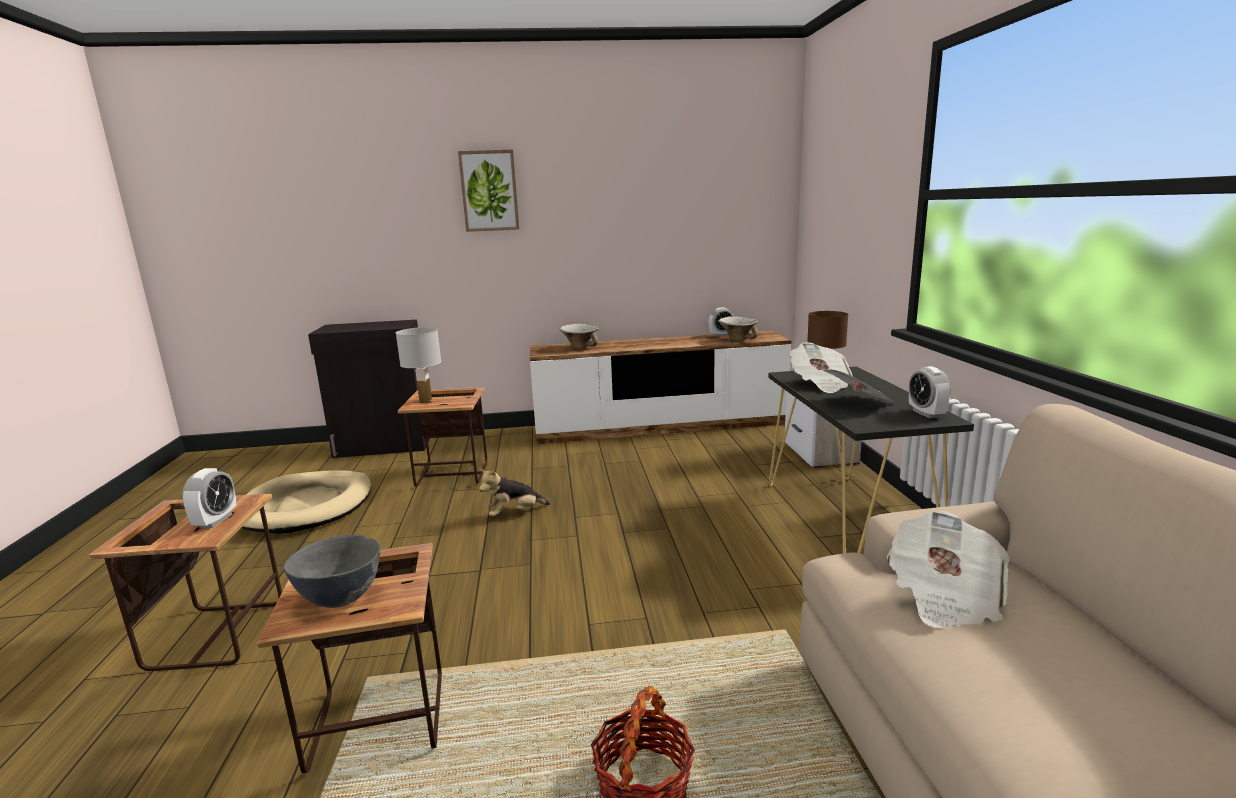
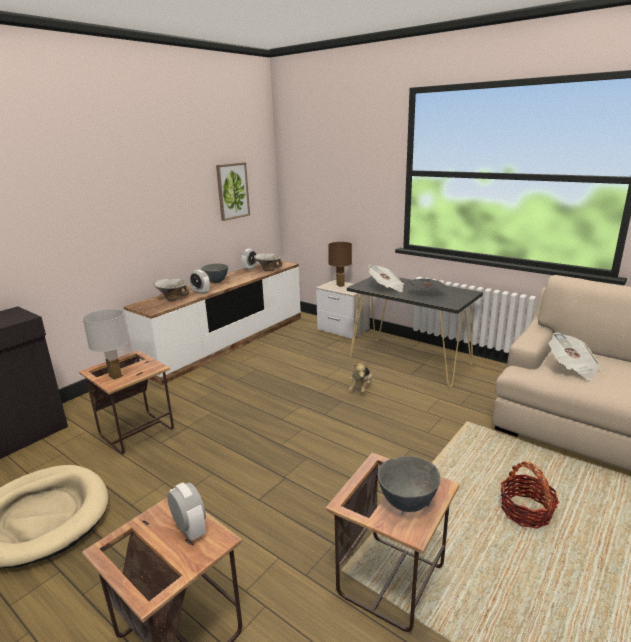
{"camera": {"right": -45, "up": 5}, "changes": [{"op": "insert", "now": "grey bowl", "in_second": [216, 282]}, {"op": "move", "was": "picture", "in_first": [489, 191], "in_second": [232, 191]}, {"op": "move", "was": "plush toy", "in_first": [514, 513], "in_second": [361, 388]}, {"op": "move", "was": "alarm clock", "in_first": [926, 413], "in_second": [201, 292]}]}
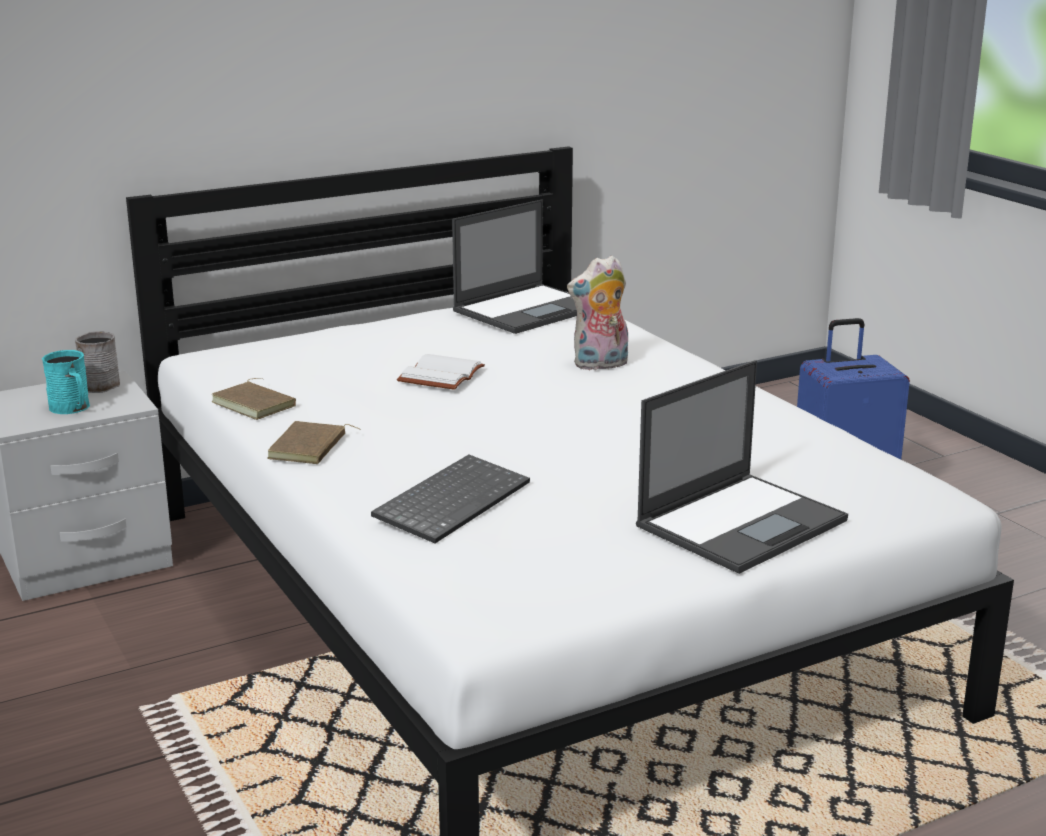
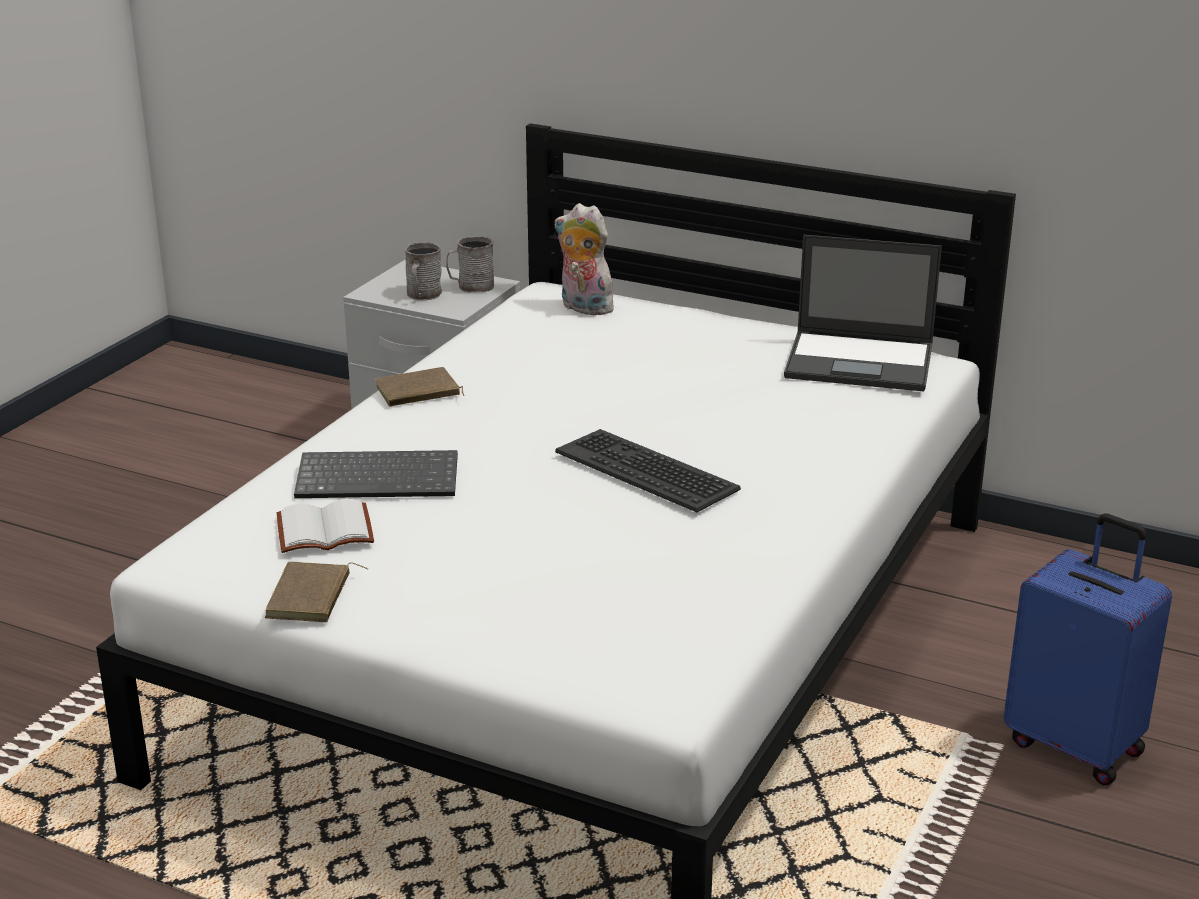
{"camera": {"right": 55, "up": 5}, "changes": [{"op": "delete", "was": "laptop", "in_first": [742, 522]}, {"op": "insert", "now": "keyboard", "in_second": [647, 471]}, {"op": "move", "was": "brown book", "in_first": [256, 404], "in_second": [311, 598]}, {"op": "move", "was": "white book", "in_first": [440, 374], "in_second": [326, 529]}, {"op": "move", "was": "plush toy", "in_first": [600, 365], "in_second": [583, 308]}, {"op": "recolor", "was": "turquoise mug", "now": "grey mug", "in_first": [72, 408], "in_second": [423, 295]}]}
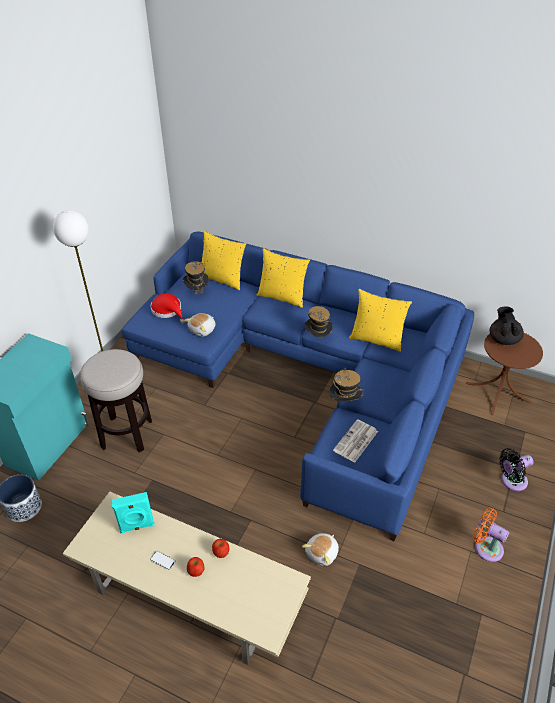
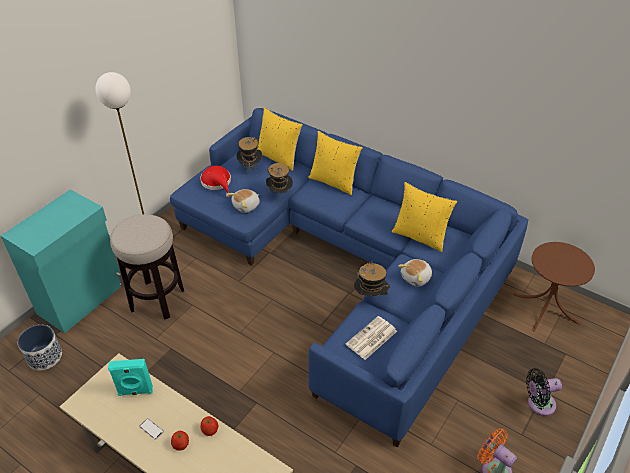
{"camera": {"right": 10, "up": 0}, "changes": [{"op": "delete", "was": "black teapot", "in_first": [503, 339]}, {"op": "move", "was": "plush toy", "in_first": [322, 553], "in_second": [416, 278]}, {"op": "move", "was": "hat", "in_first": [317, 338], "in_second": [279, 194]}]}
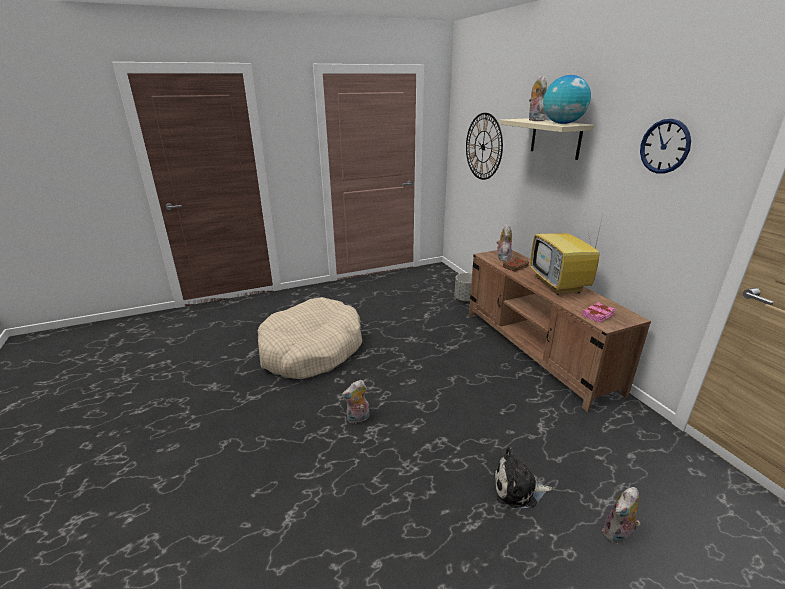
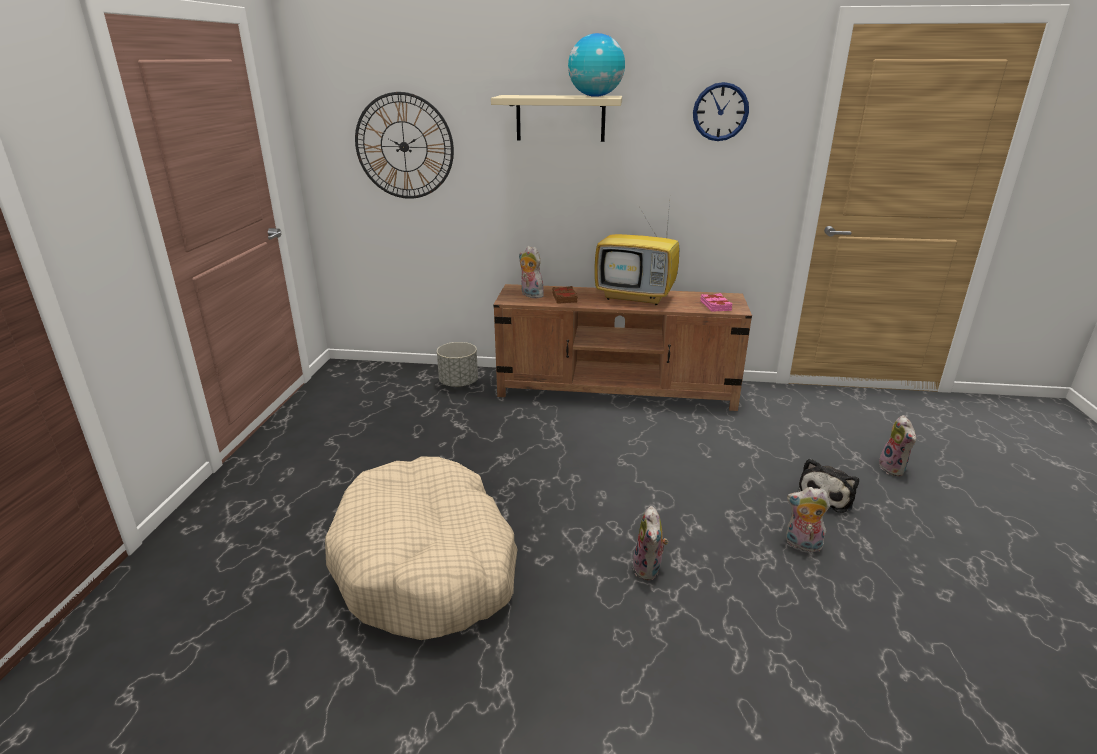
{"camera": {"right": -60, "up": 0}, "changes": [{"op": "move", "was": "plush toy", "in_first": [534, 120], "in_second": [802, 545]}]}
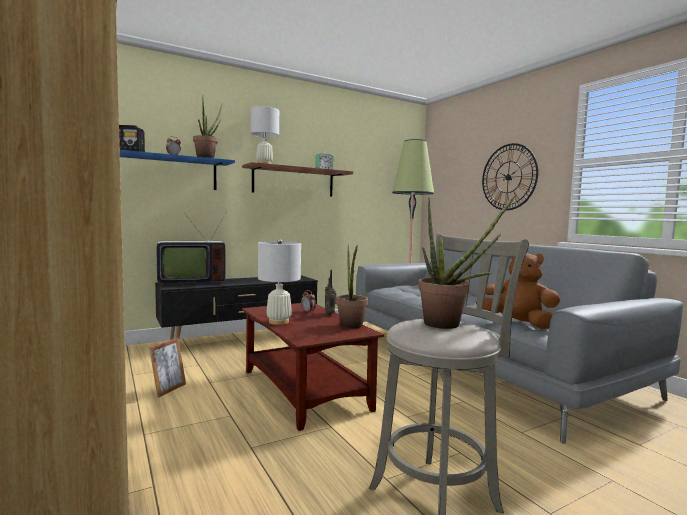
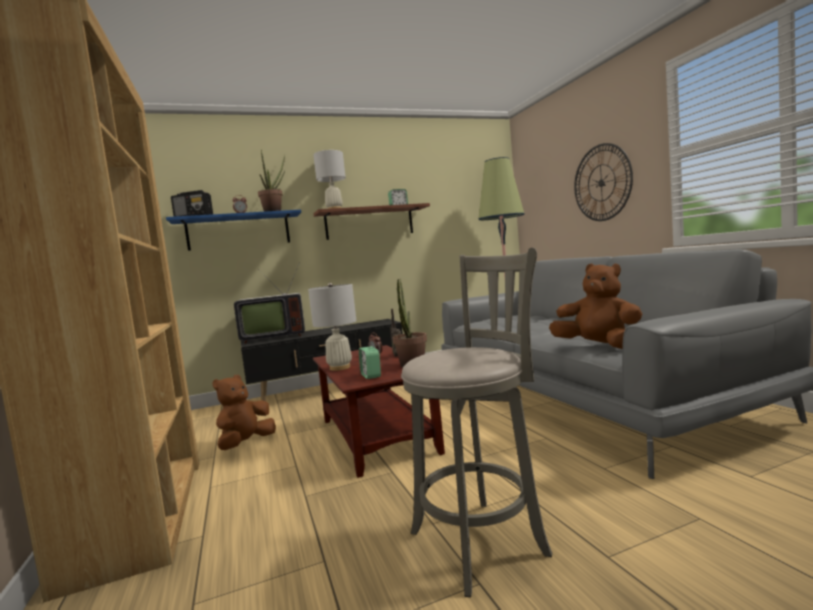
{"camera": {"right": 10, "up": 0}, "changes": [{"op": "delete", "was": "potted plant", "in_first": [450, 325]}, {"op": "insert", "now": "alarm clock", "in_second": [371, 375]}, {"op": "replace", "was": "picture frame", "now": "brown plush toy", "in_first": [168, 389], "in_second": [246, 443]}]}
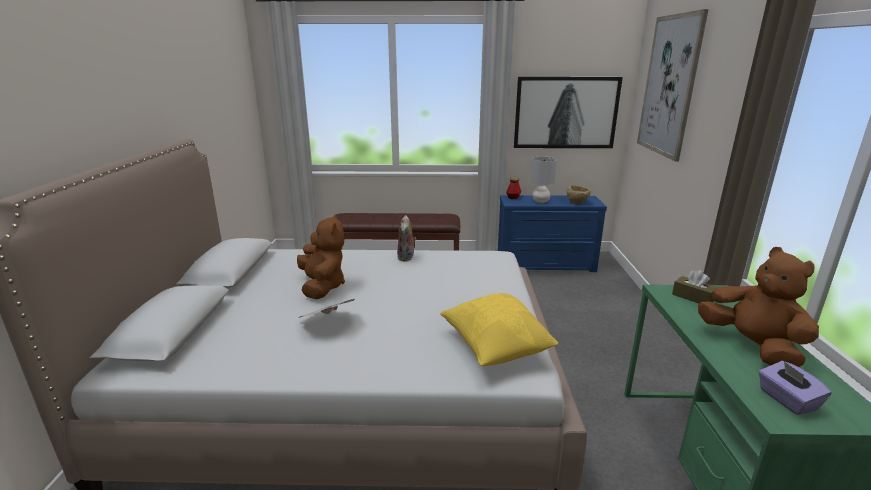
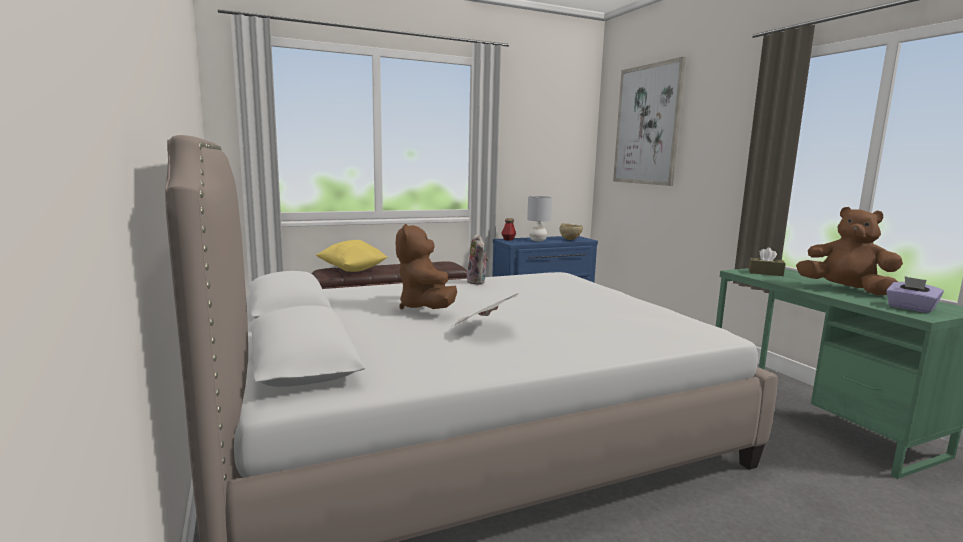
{"camera": {"right": -25, "up": -10}, "changes": [{"op": "delete", "was": "picture", "in_first": [566, 113]}, {"op": "move", "was": "yellow pillow", "in_first": [495, 348], "in_second": [352, 270]}, {"op": "rotate", "was": "brown plush toy", "in_first": [322, 286], "in_second": [426, 308], "clockwise": -150}]}
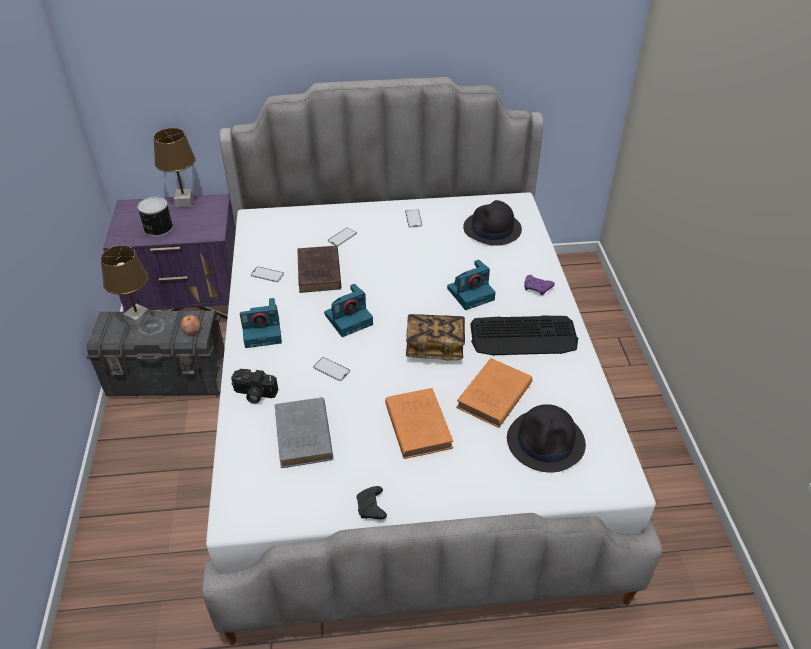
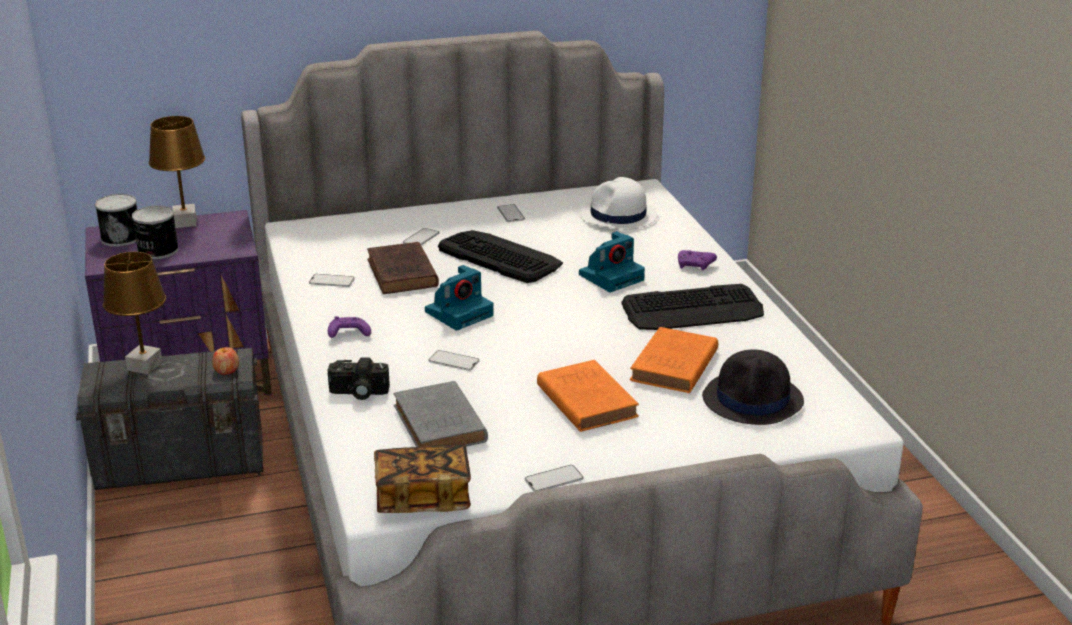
{"camera": {"right": -10, "up": -15}, "changes": [{"op": "insert", "now": "can", "in_second": [121, 237]}, {"op": "insert", "now": "keyboard", "in_second": [499, 257]}, {"op": "move", "was": "book", "in_first": [435, 347], "in_second": [423, 498]}, {"op": "replace", "was": "photo camera", "now": "purple game controller", "in_first": [263, 331], "in_second": [348, 334]}, {"op": "replace", "was": "black game controller", "now": "phone", "in_first": [372, 508], "in_second": [554, 479]}, {"op": "recolor", "was": "black hat", "now": "white hat", "in_first": [492, 229], "in_second": [618, 216]}]}
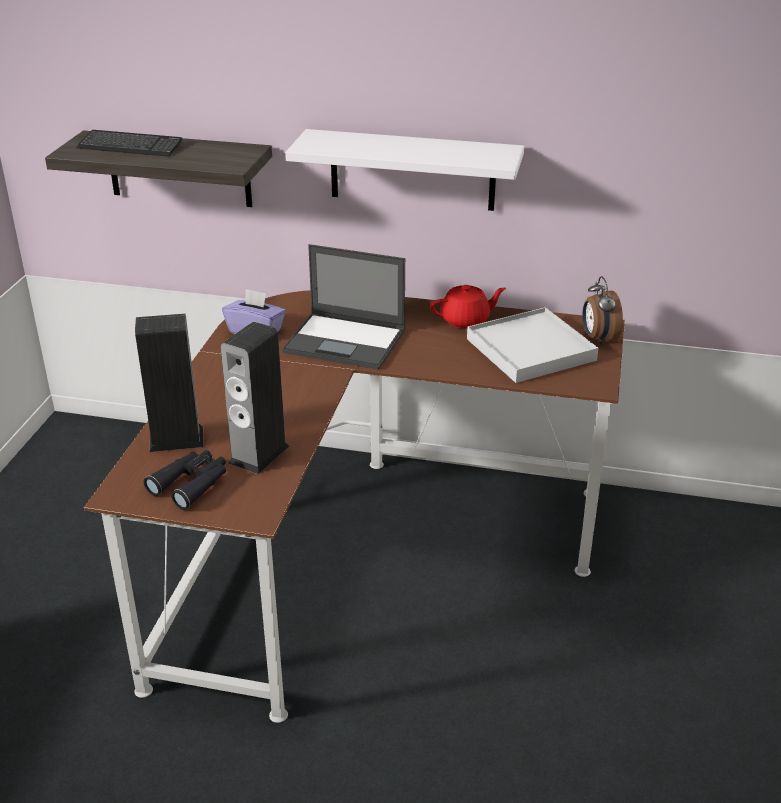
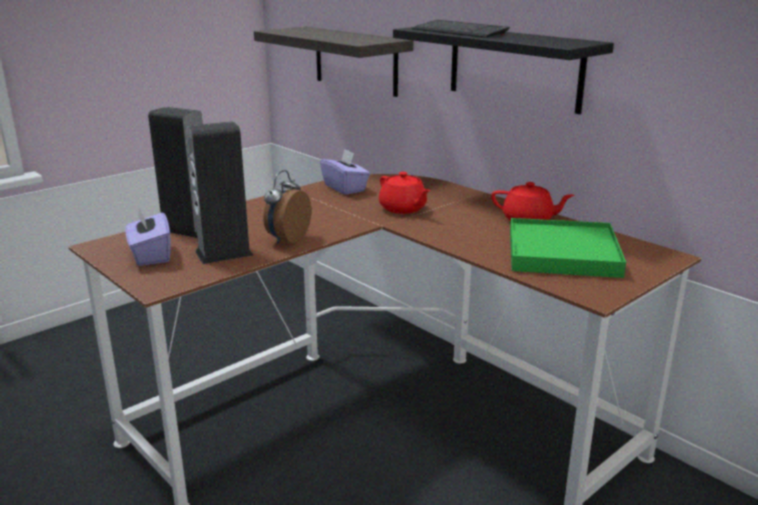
{"camera": {"right": 35, "up": -10}, "changes": [{"op": "move", "was": "keyboard", "in_first": [130, 146], "in_second": [459, 32]}, {"op": "move", "was": "alarm clock", "in_first": [598, 338], "in_second": [286, 239]}, {"op": "replace", "was": "black binoculars", "now": "purple tissue box", "in_first": [192, 484], "in_second": [150, 255]}, {"op": "replace", "was": "laptop", "now": "red teapot", "in_first": [346, 341], "in_second": [403, 209]}, {"op": "recolor", "was": "white shelf", "now": "black shelf", "in_first": [412, 170], "in_second": [514, 67]}, {"op": "recolor", "was": "white tray", "now": "green tray", "in_first": [530, 350], "in_second": [562, 253]}]}
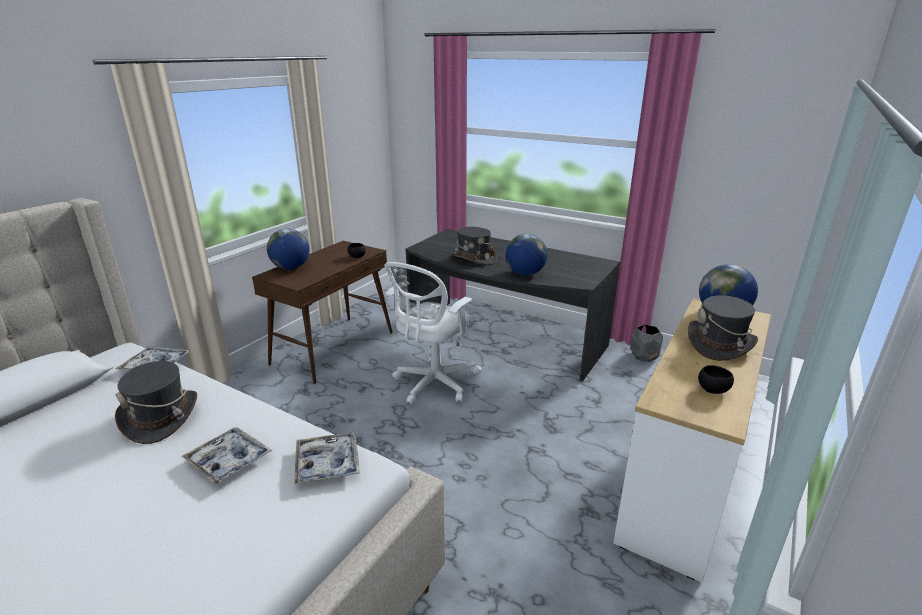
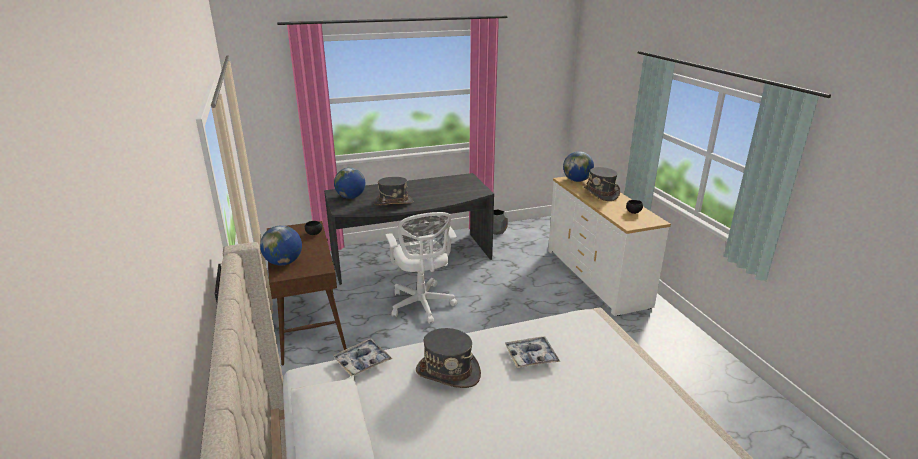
{"camera": {"right": -50, "up": 0}, "changes": [{"op": "delete", "was": "tray", "in_first": [327, 463]}, {"op": "move", "was": "globe", "in_first": [525, 273], "in_second": [351, 197]}]}
